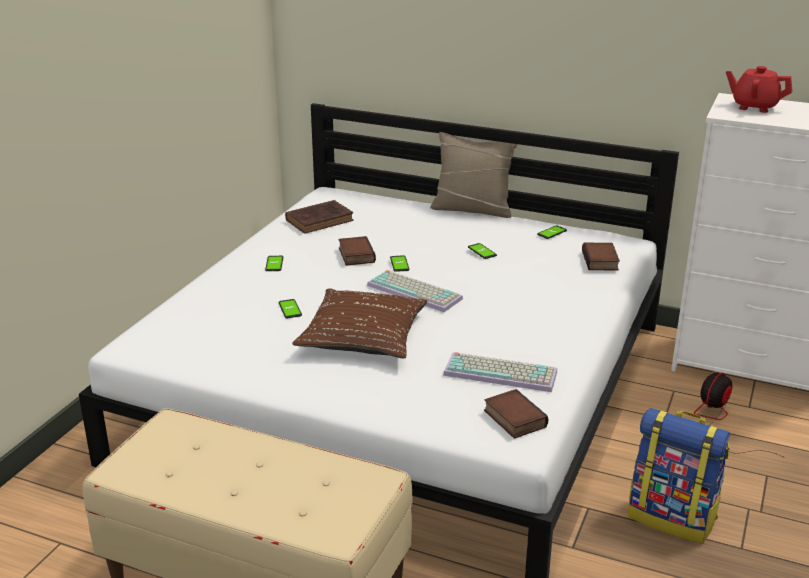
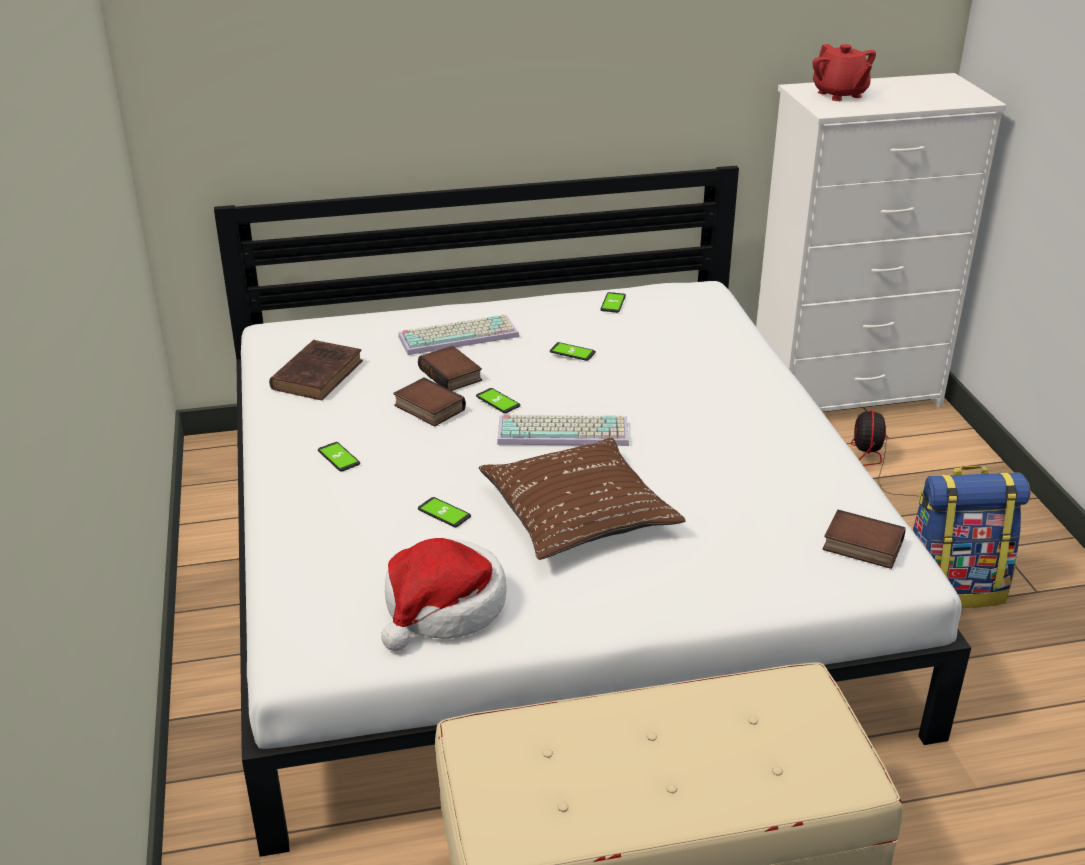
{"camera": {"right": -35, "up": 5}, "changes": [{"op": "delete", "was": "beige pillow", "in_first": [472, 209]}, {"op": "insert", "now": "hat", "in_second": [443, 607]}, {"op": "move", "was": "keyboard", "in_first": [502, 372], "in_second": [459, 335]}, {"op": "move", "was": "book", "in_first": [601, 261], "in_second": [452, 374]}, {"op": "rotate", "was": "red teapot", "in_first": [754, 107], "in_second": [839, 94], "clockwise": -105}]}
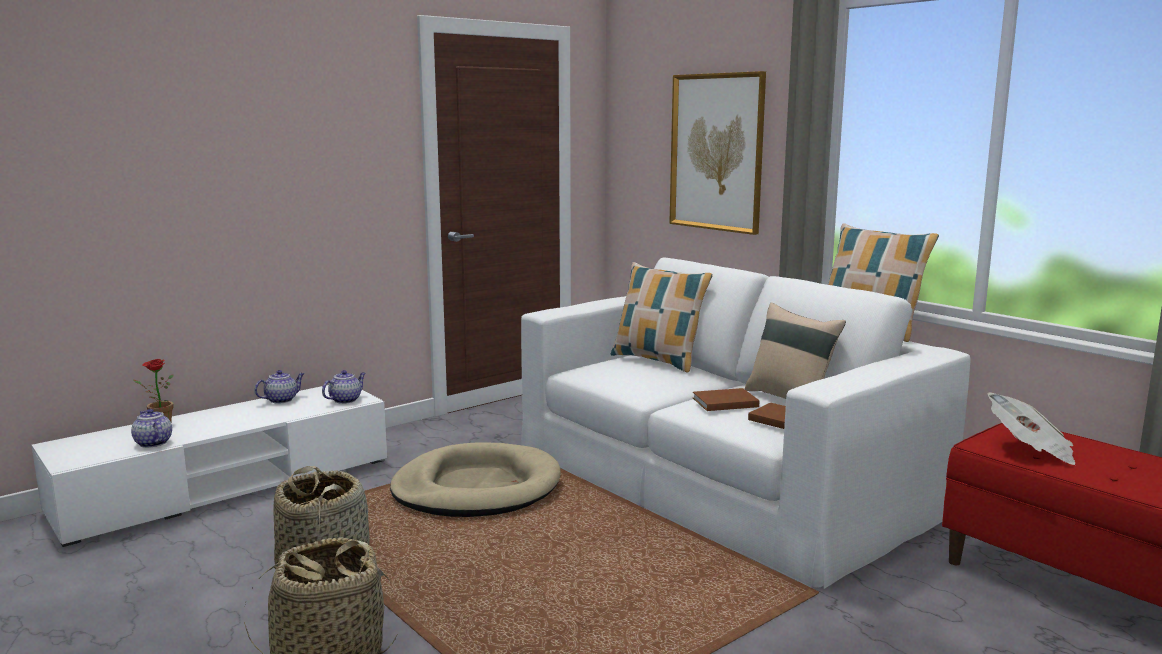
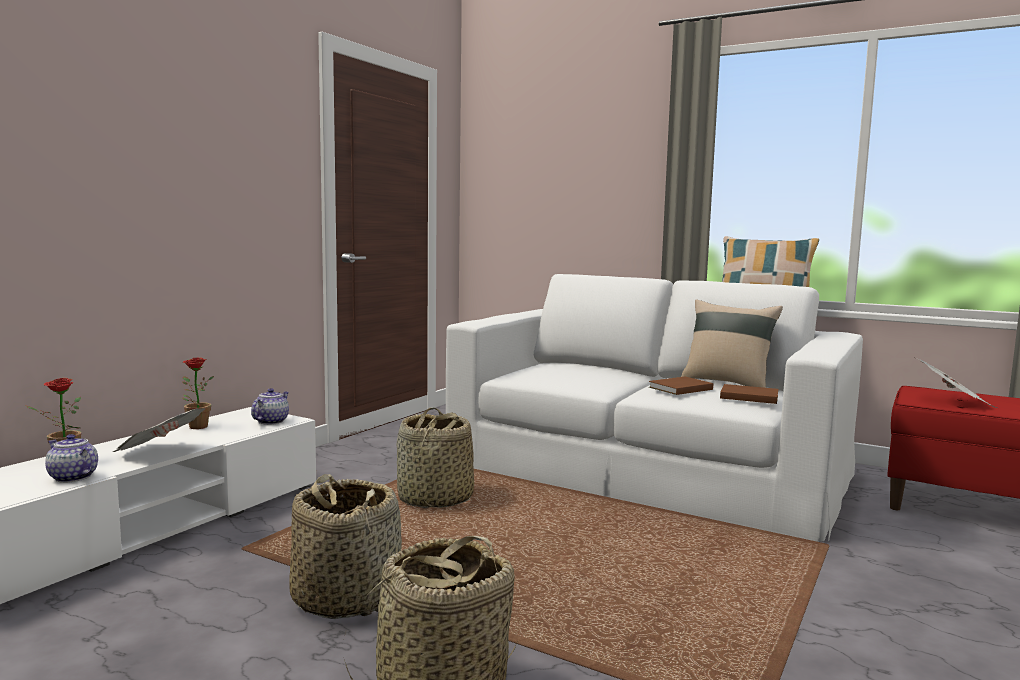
{"camera": {"right": -20, "up": -5}, "changes": [{"op": "delete", "was": "pillow", "in_first": [658, 360]}, {"op": "delete", "was": "picture", "in_first": [717, 152]}, {"op": "insert", "now": "newspaper", "in_second": [160, 452]}, {"op": "replace", "was": "teapot", "now": "potted plant", "in_first": [282, 400], "in_second": [195, 426]}, {"op": "replace", "was": "beige dog bed", "now": "basket", "in_first": [476, 488], "in_second": [434, 499]}]}
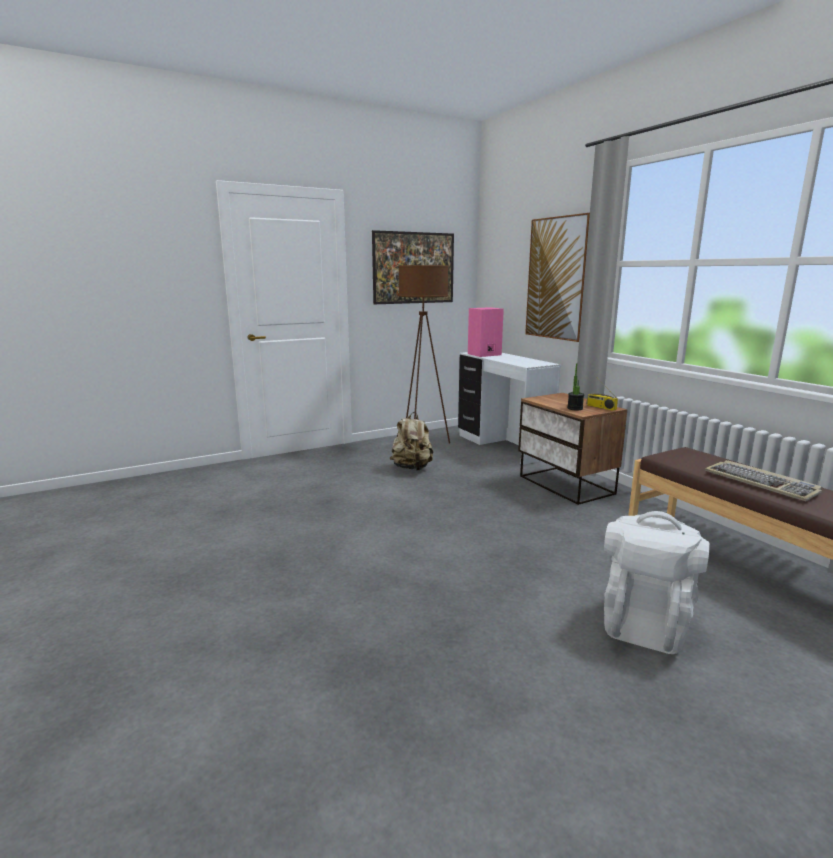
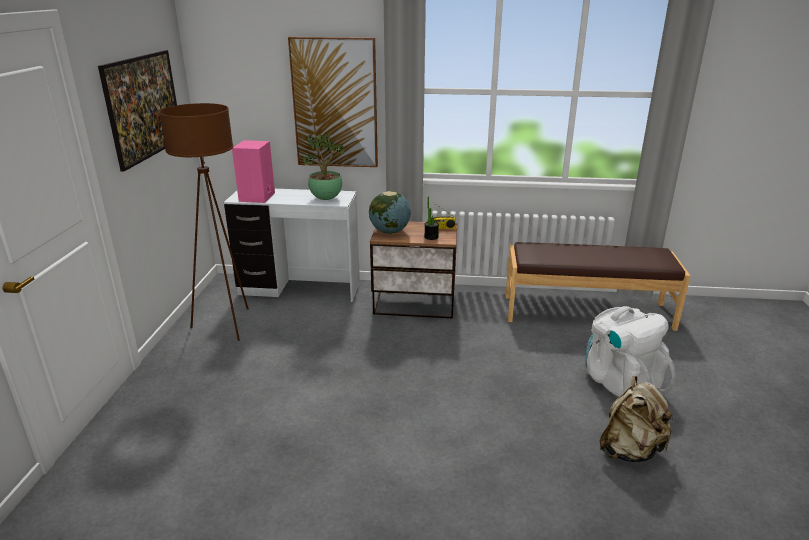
{"camera": {"right": -55, "up": 10}, "changes": [{"op": "delete", "was": "keyboard", "in_first": [761, 483]}, {"op": "insert", "now": "potted plant", "in_second": [327, 199]}, {"op": "insert", "now": "globe", "in_second": [390, 232]}, {"op": "move", "was": "beige backpack", "in_first": [412, 468], "in_second": [630, 450]}]}
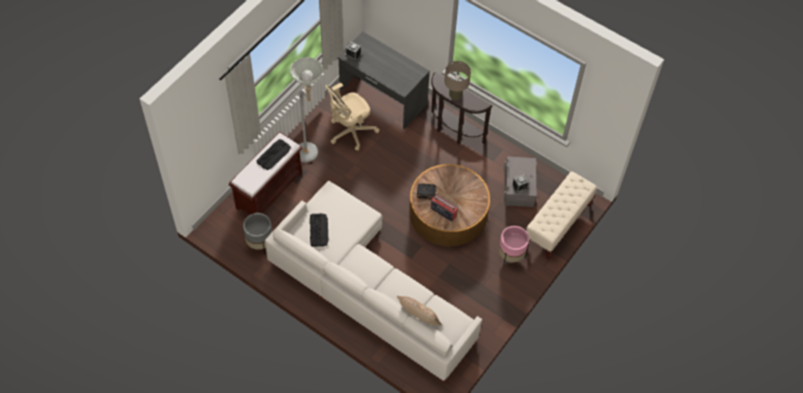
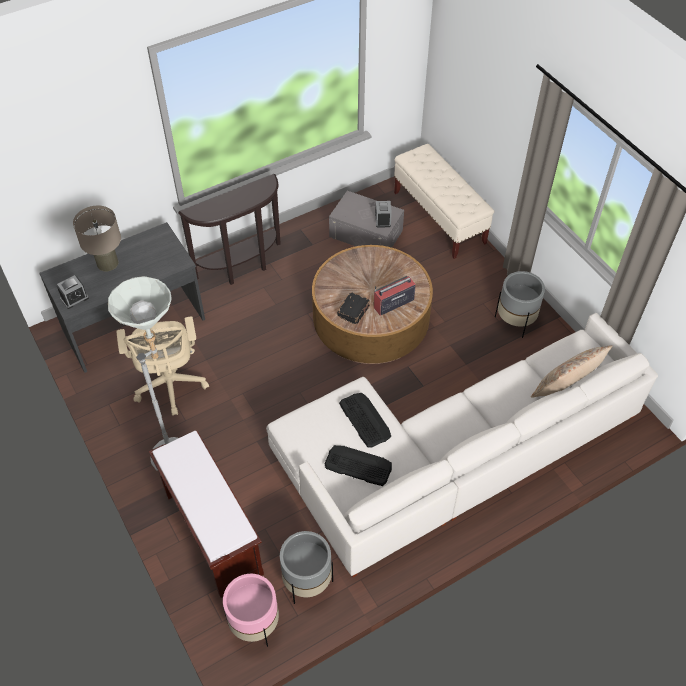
{"camera": {"right": -65, "up": -5}, "changes": [{"op": "insert", "now": "grey planter", "in_second": [515, 321]}, {"op": "move", "was": "keyboard", "in_first": [274, 154], "in_second": [365, 419]}, {"op": "move", "was": "beige table lamp", "in_first": [455, 94], "in_second": [107, 263]}, {"op": "move", "was": "pink planter", "in_first": [511, 256], "in_second": [254, 623]}]}
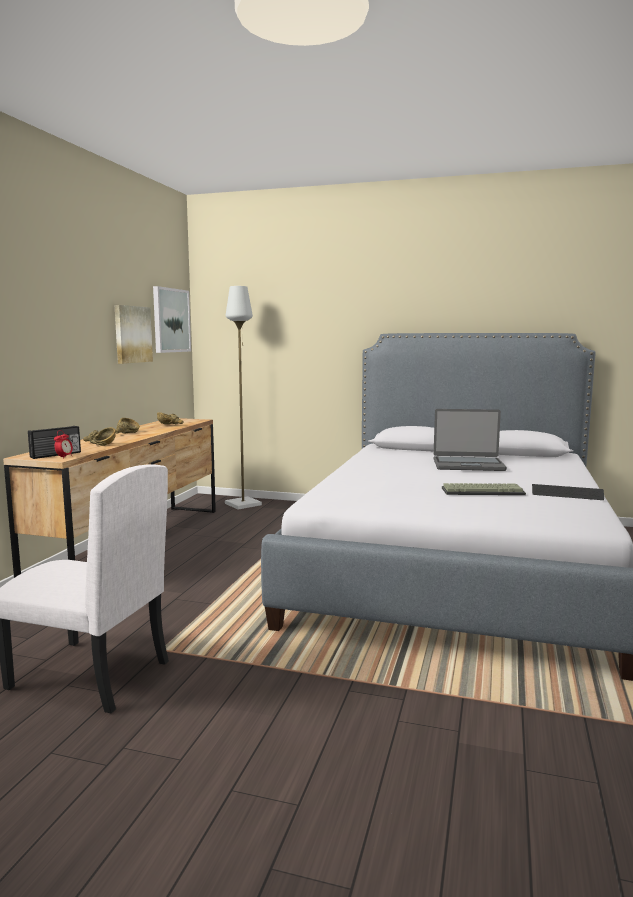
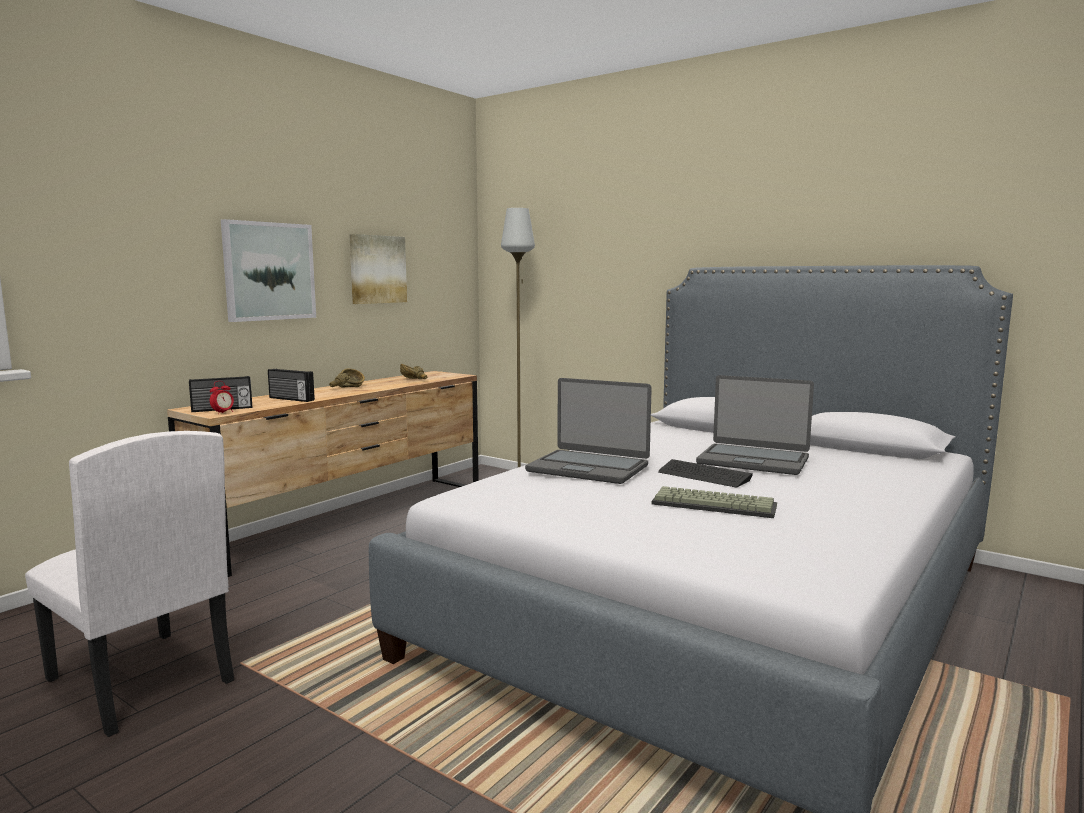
{"camera": {"right": 20, "up": 0}, "changes": [{"op": "insert", "now": "laptop", "in_second": [588, 468]}, {"op": "move", "was": "picture", "in_first": [170, 320], "in_second": [269, 271]}, {"op": "move", "was": "keyboard", "in_first": [567, 494], "in_second": [703, 476]}, {"op": "replace", "was": "brown bowl", "now": "radio", "in_first": [99, 444], "in_second": [291, 399]}]}
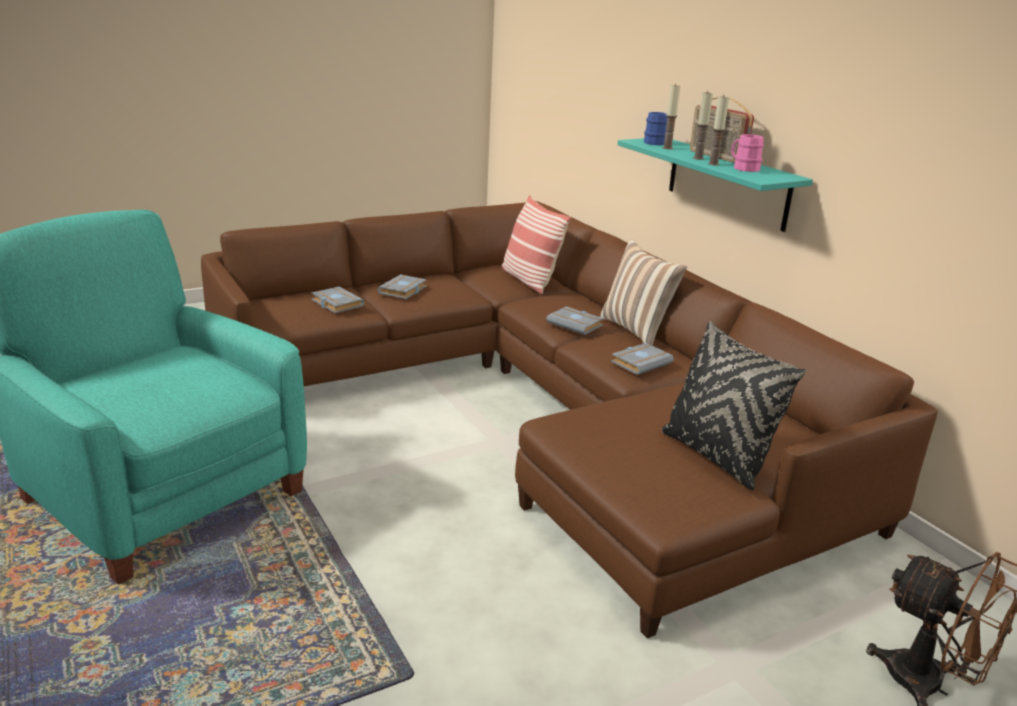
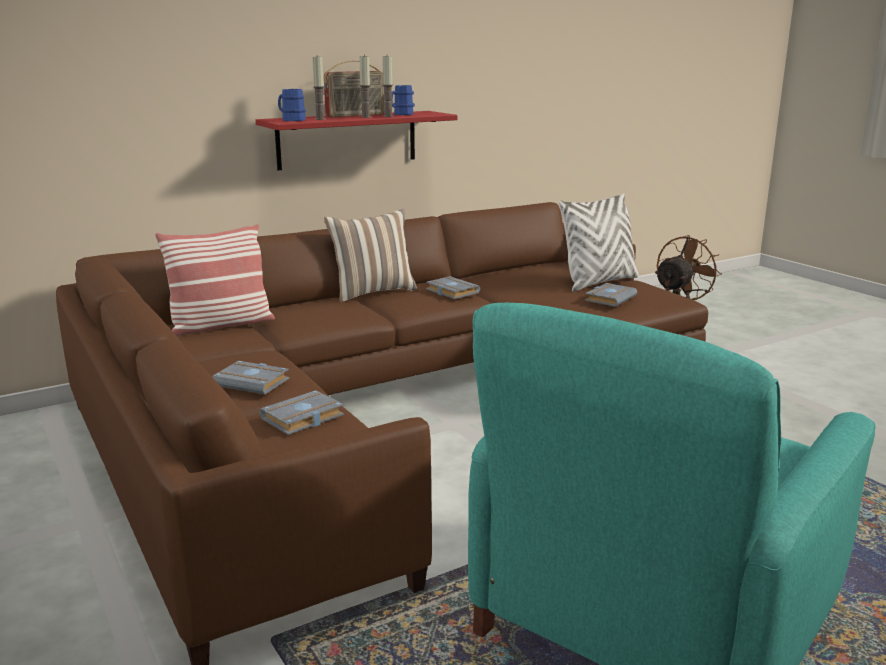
{"camera": {"right": -90, "up": -5}, "changes": [{"op": "move", "was": "grey book", "in_first": [576, 324], "in_second": [609, 298]}, {"op": "recolor", "was": "turquoise shelf", "now": "red shelf", "in_first": [727, 183], "in_second": [347, 139]}, {"op": "recolor", "was": "black pillow", "now": "white pillow", "in_first": [716, 456], "in_second": [598, 282]}, {"op": "recolor", "was": "pink mug", "now": "blue mug", "in_first": [743, 168], "in_second": [401, 114]}]}
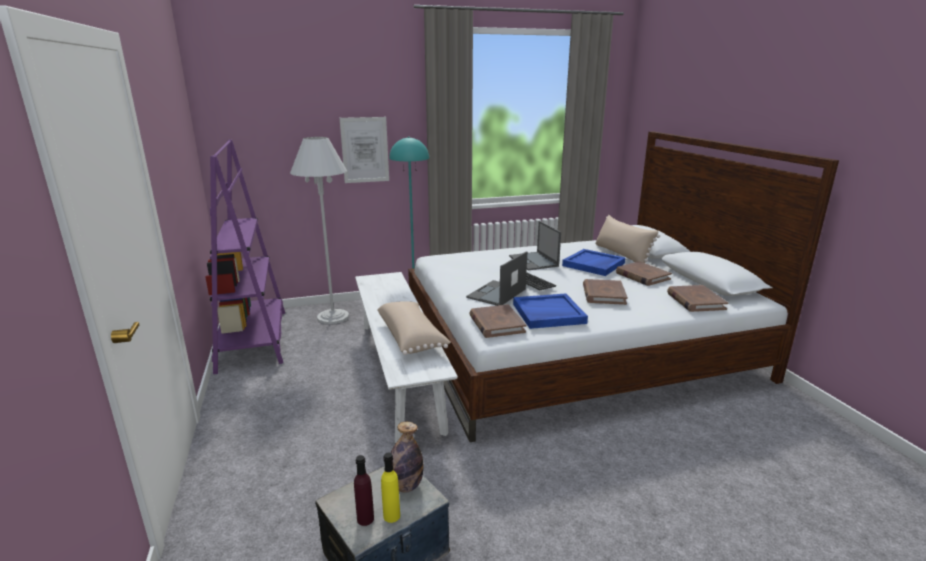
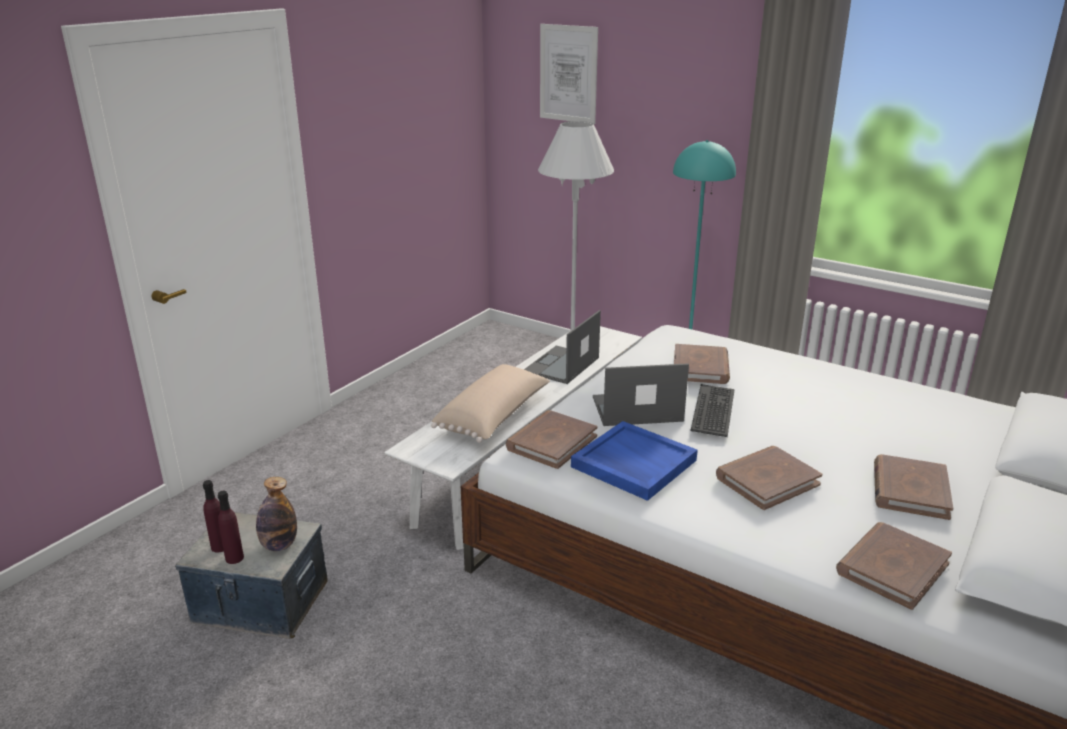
{"camera": {"right": 50, "up": 5}, "changes": [{"op": "delete", "was": "purple bookcase", "in_first": [253, 340]}, {"op": "delete", "was": "blue tray", "in_first": [593, 265]}, {"op": "delete", "was": "beige pillow", "in_first": [622, 255]}, {"op": "insert", "now": "brown book", "in_second": [700, 368]}, {"op": "move", "was": "picture", "in_first": [365, 150], "in_second": [568, 73]}, {"op": "move", "was": "laptop", "in_first": [533, 261], "in_second": [561, 365]}, {"op": "recolor", "was": "yellow bottle", "now": "purple bottle", "in_first": [391, 516], "in_second": [234, 558]}]}
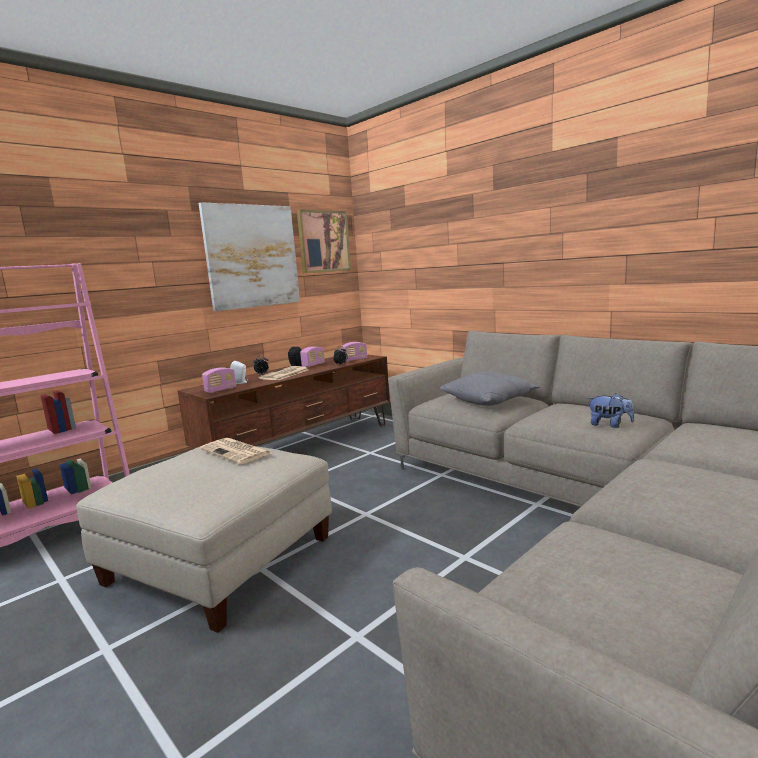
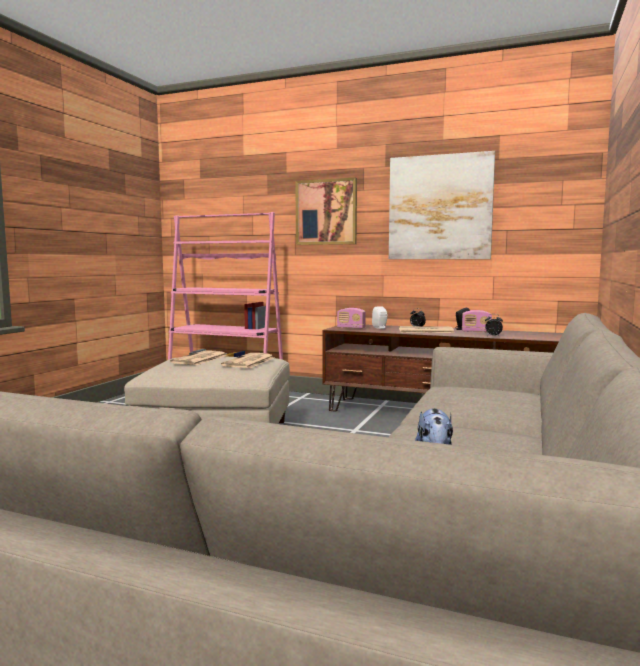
{"camera": {"right": 65, "up": -5}, "changes": [{"op": "delete", "was": "radio", "in_first": [355, 360]}, {"op": "delete", "was": "grey pillow", "in_first": [489, 400]}, {"op": "insert", "now": "newspaper", "in_second": [199, 359]}, {"op": "move", "was": "picture", "in_first": [323, 241], "in_second": [326, 212]}]}
